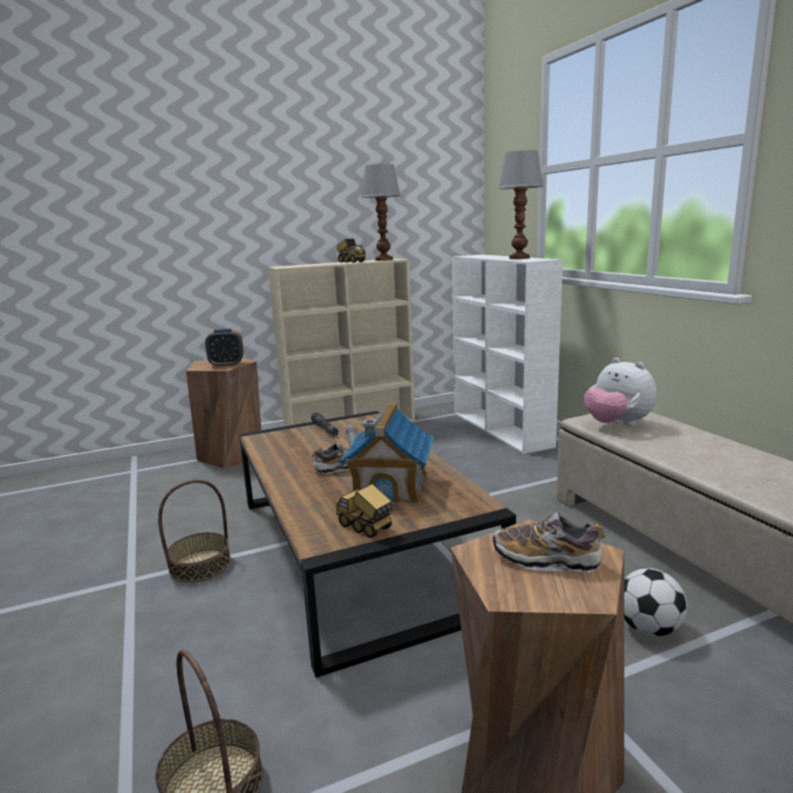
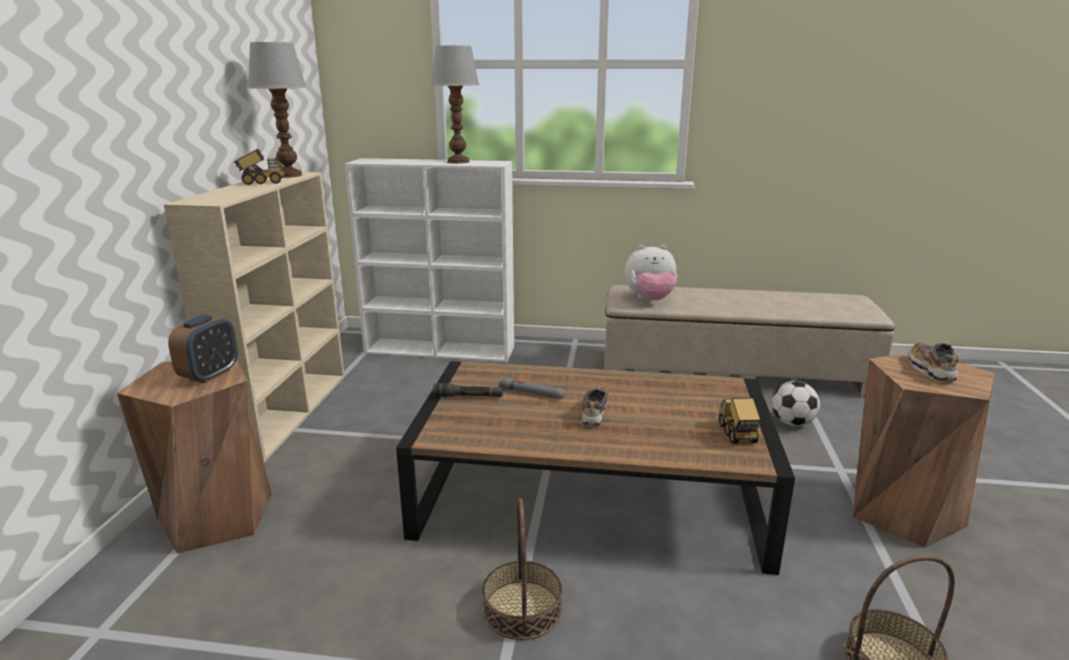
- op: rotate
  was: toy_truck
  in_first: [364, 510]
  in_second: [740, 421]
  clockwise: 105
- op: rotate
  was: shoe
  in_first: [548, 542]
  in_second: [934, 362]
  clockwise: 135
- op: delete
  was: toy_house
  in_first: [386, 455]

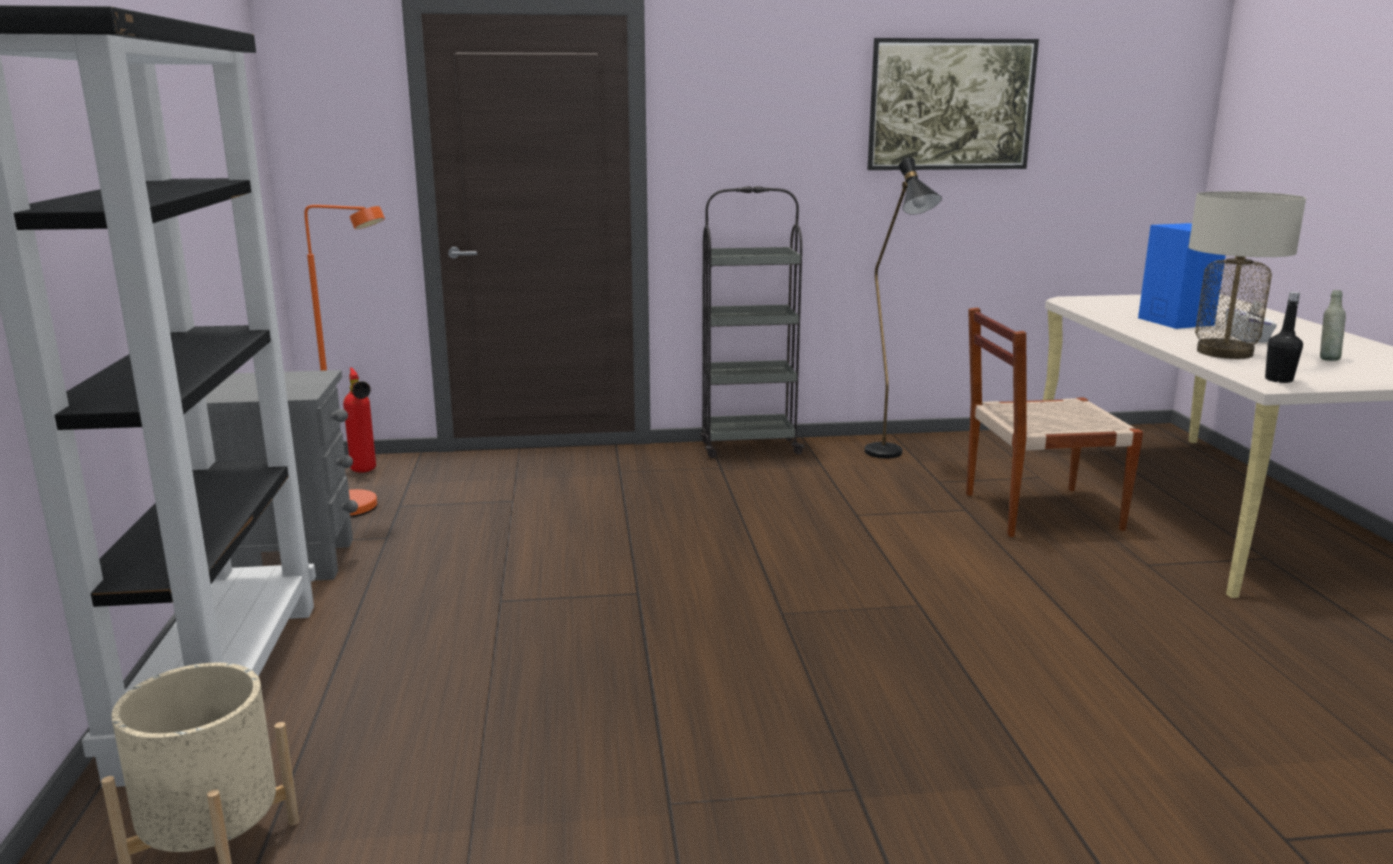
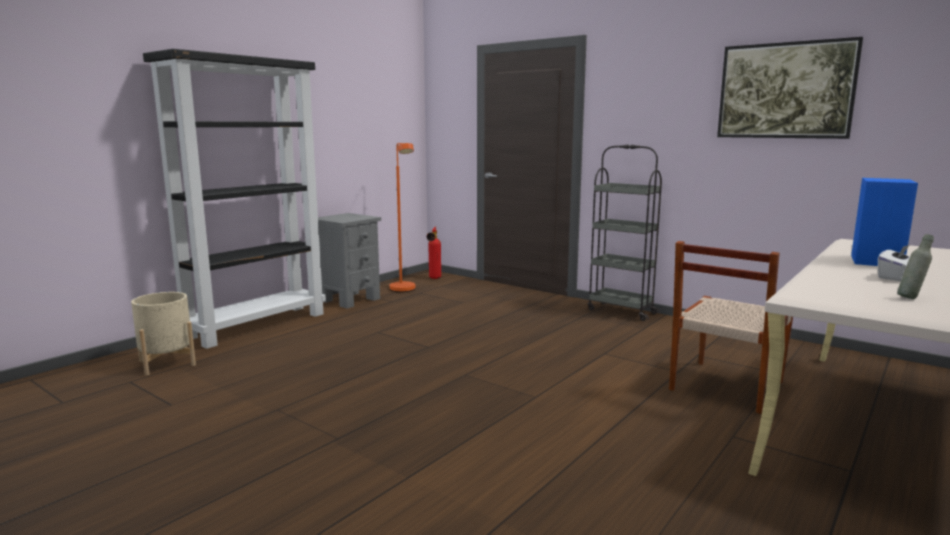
- op: rotate
  was: chair
  in_first: [1054, 422]
  in_second: [731, 327]
  clockwise: -90
- op: delete
  was: black_floor_lamp
  in_first: [903, 308]
- op: delete
  was: table_lamp
  in_first: [1247, 275]
- op: delete
  was: black_bottle
  in_first: [1284, 337]

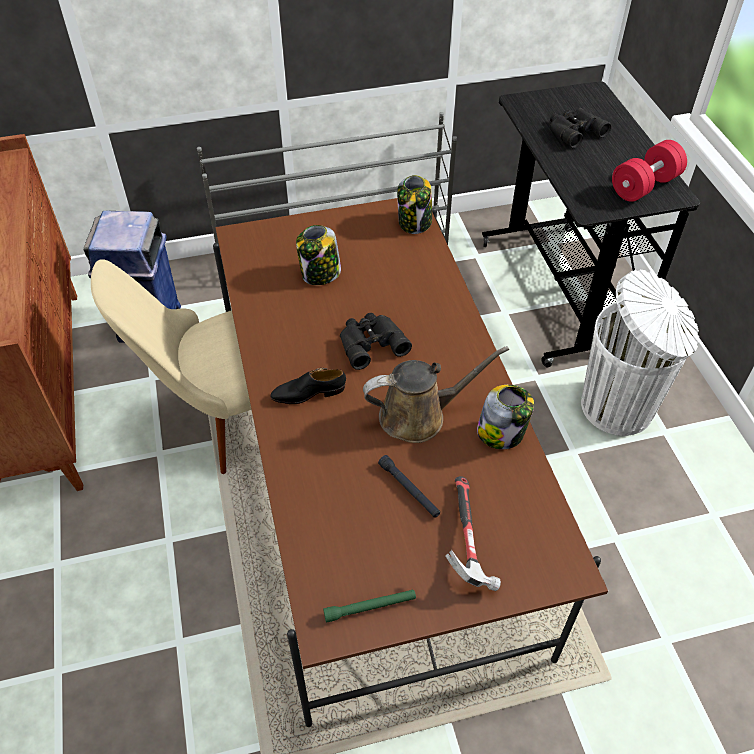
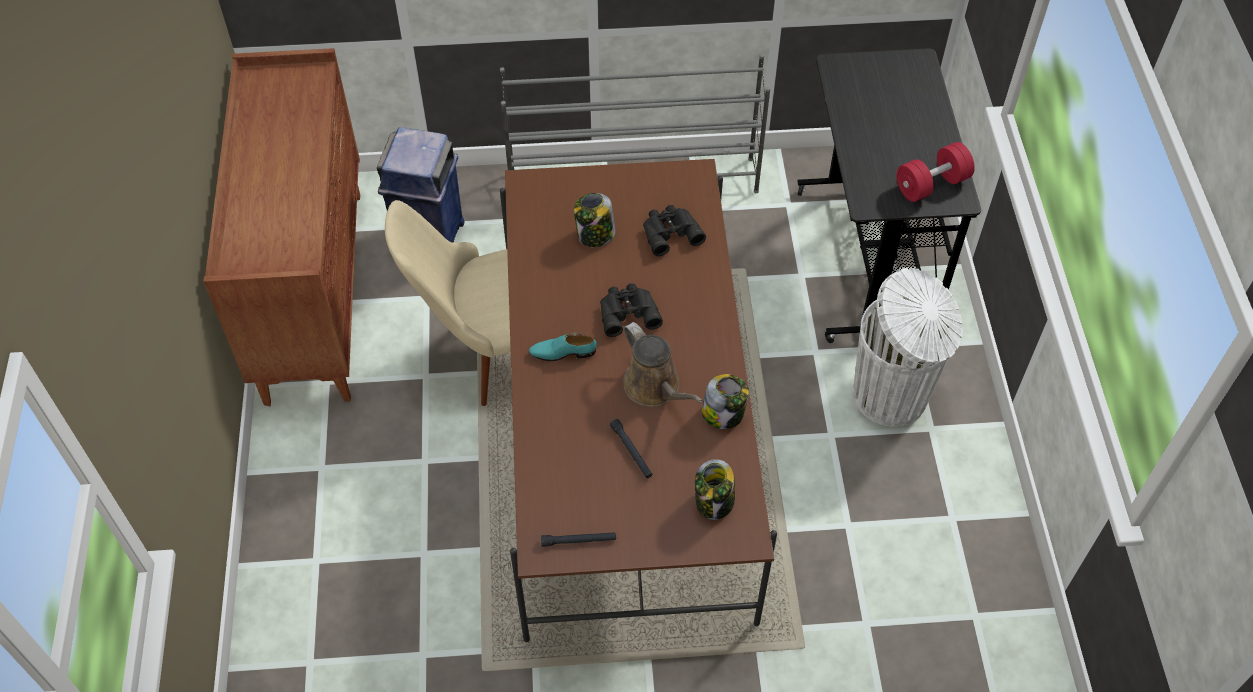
- op: recolor
  was: black_shoe
  now: turquoise_shoe
  in_first: [308, 386]
  in_second: [563, 347]
- op: recolor
  was: green_flashlight
  now: black_flashlight
  in_first: [369, 606]
  in_second: [578, 539]
- op: rotate
  was: brown_watering_can
  in_first: [436, 394]
  in_second: [662, 364]
  clockwise: 60
- op: move
  was: black_binoculars
  in_first: [580, 128]
  in_second: [674, 230]
- op: move
  was: jar
  in_first: [414, 204]
  in_second: [715, 489]
- op: delete
  was: hammer
  in_first: [473, 533]

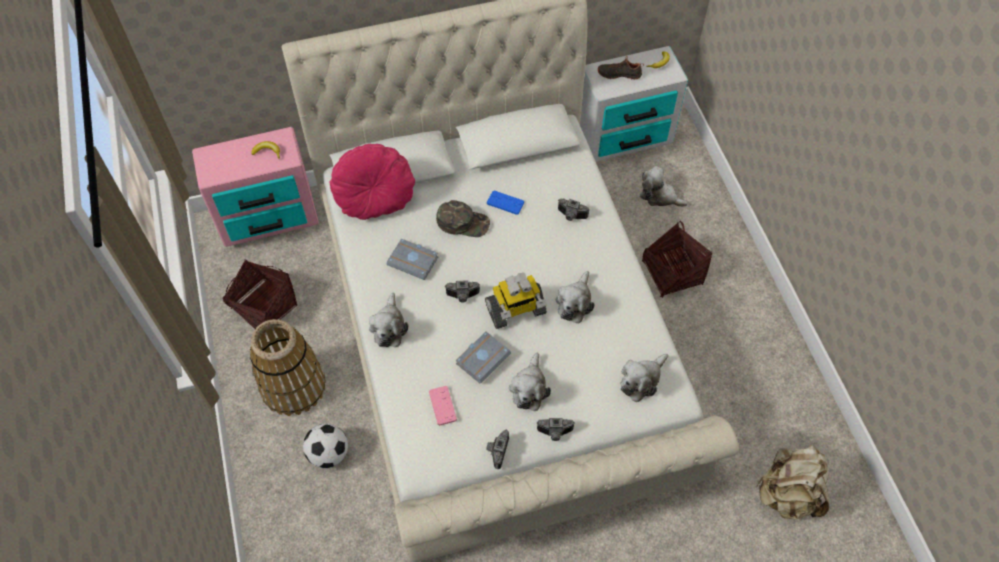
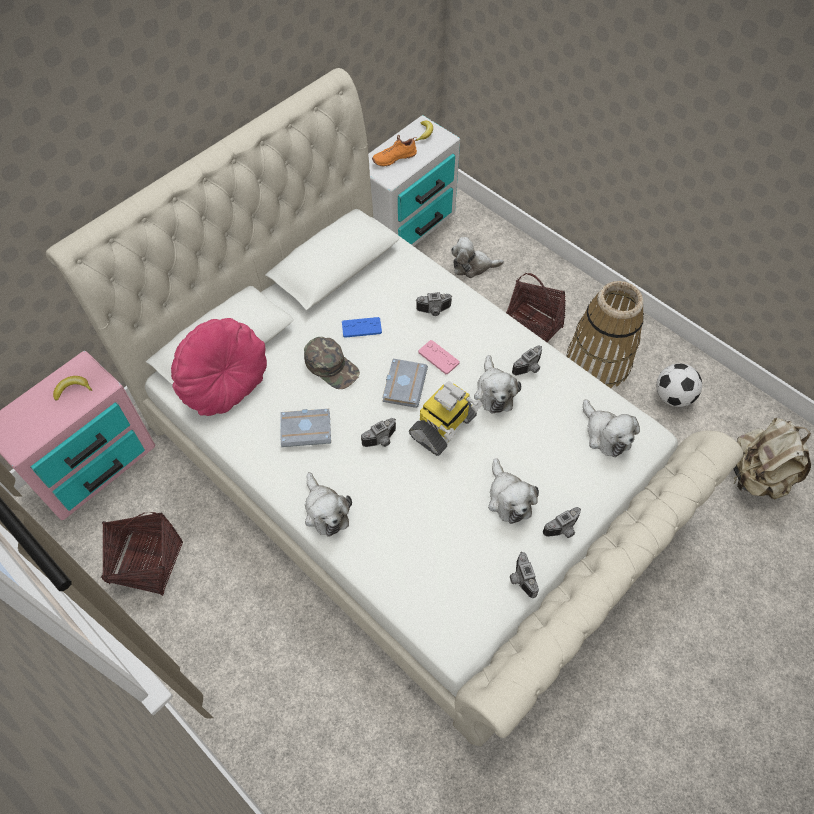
- op: rotate
  was: green_cap
  in_first: [463, 218]
  in_second: [332, 363]
  clockwise: 60
- op: recolor
  was: black_shoe
  now: orange_shoe
  in_first: [621, 68]
  in_second: [394, 151]
- op: move
  was: grey_book
  in_first: [483, 357]
  in_second: [405, 383]
- op: move
  was: pink_game_controller
  in_first: [443, 406]
  in_second: [439, 357]
- op: insert
  now: photo_camera
  in_second: [527, 360]
- op: move
  was: basket
  in_first: [288, 367]
  in_second: [605, 334]
- op: rotate
  was: plush_toy
  in_first: [644, 378]
  in_second: [611, 428]
  clockwise: -45
- op: move
  was: football
  in_first: [325, 445]
  in_second: [679, 385]

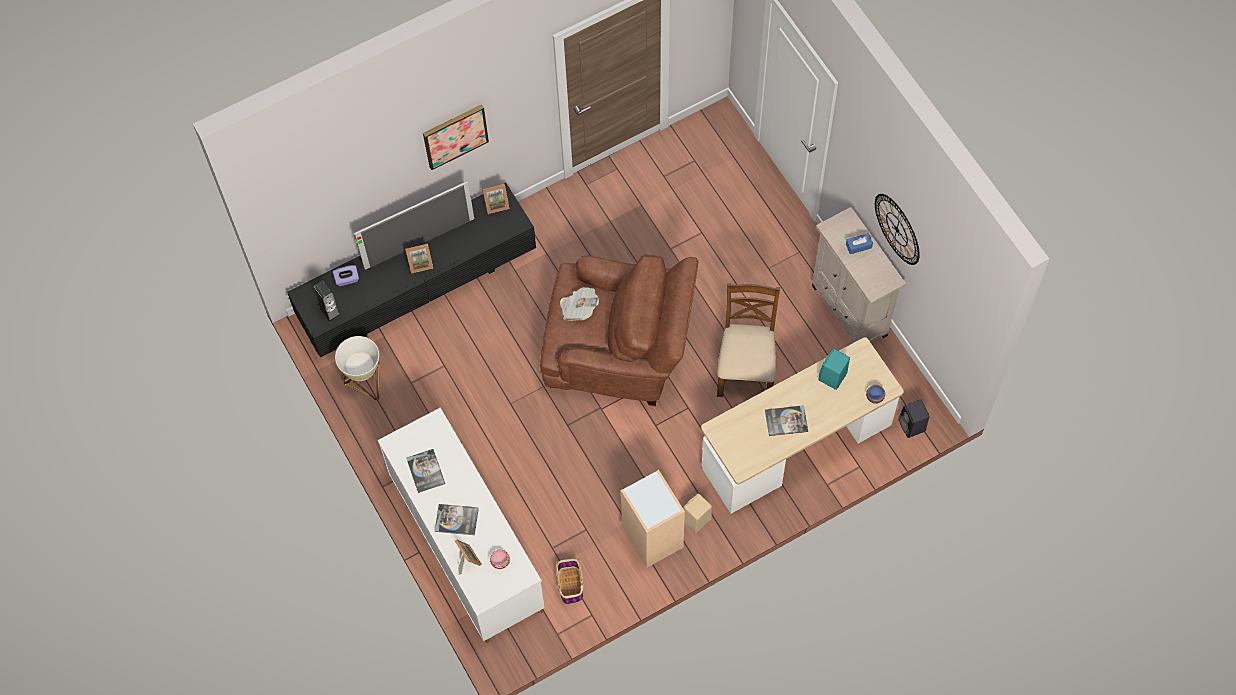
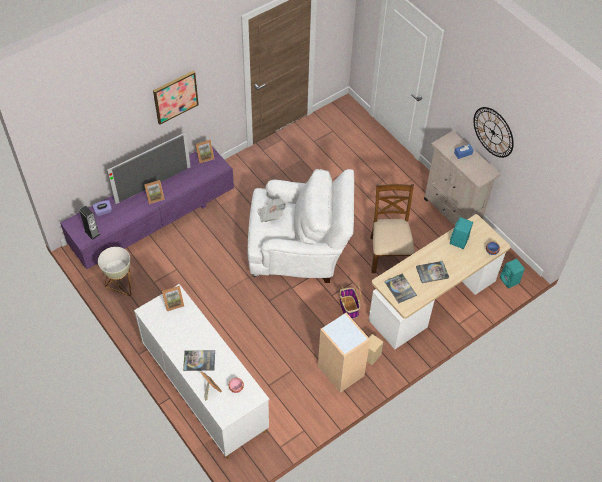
- op: recolor
  was: black_tv_stand
  now: purple_tv_stand
  in_first: [411, 270]
  in_second: [147, 207]
- op: insert
  now: picture_frame
  in_second: [173, 298]
- op: recolor
  was: brown_armchair
  now: white_armchair
  in_first: [619, 330]
  in_second: [301, 226]
- op: move
  was: basket
  in_first: [569, 581]
  in_second: [350, 301]
- op: move
  was: book
  in_first: [425, 471]
  in_second: [400, 288]
- op: recolor
  was: black_speaker
  now: turquoise_speaker
  in_first: [914, 418]
  in_second: [512, 273]

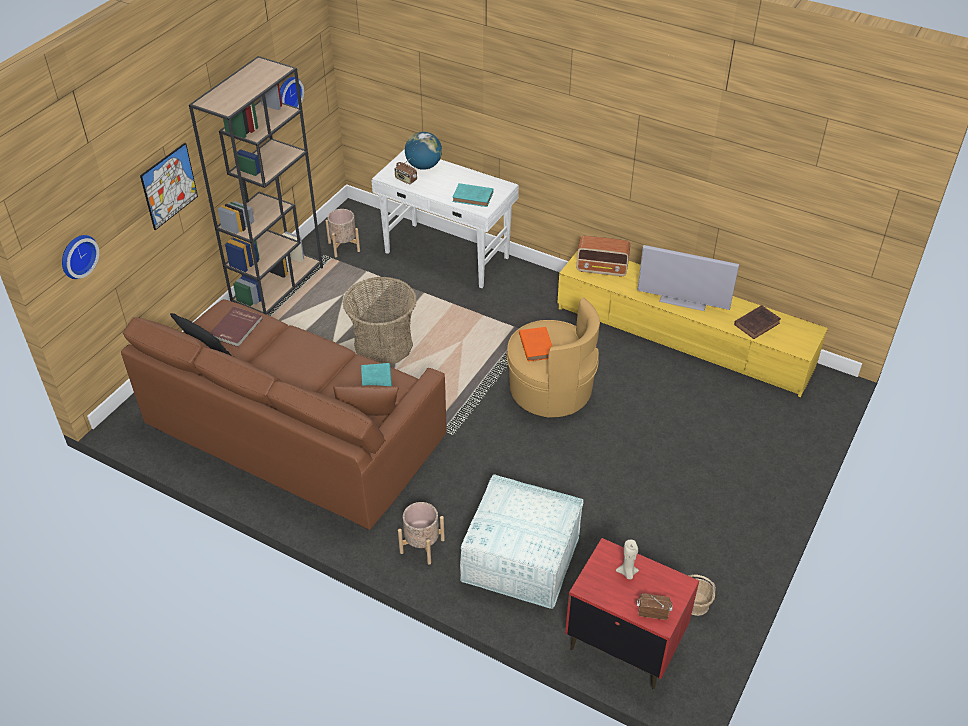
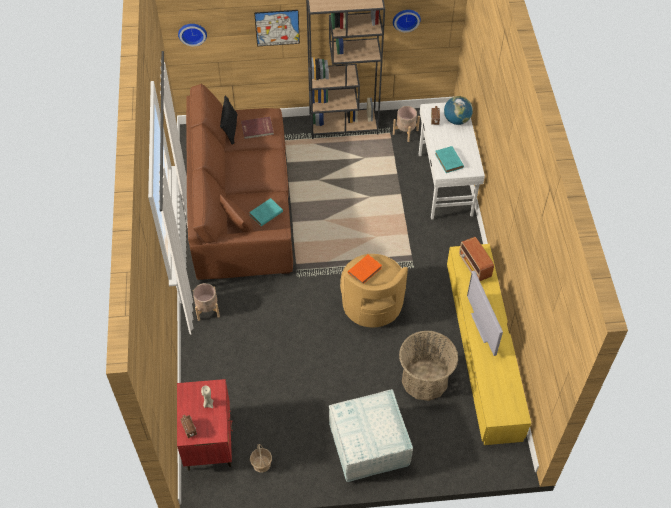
- op: move
  was: white_ottoman
  in_first: [521, 541]
  in_second: [371, 435]
- op: move
  was: basket
  in_first: [380, 320]
  in_second: [428, 365]
- op: delete
  was: brown_book
  in_first: [757, 322]

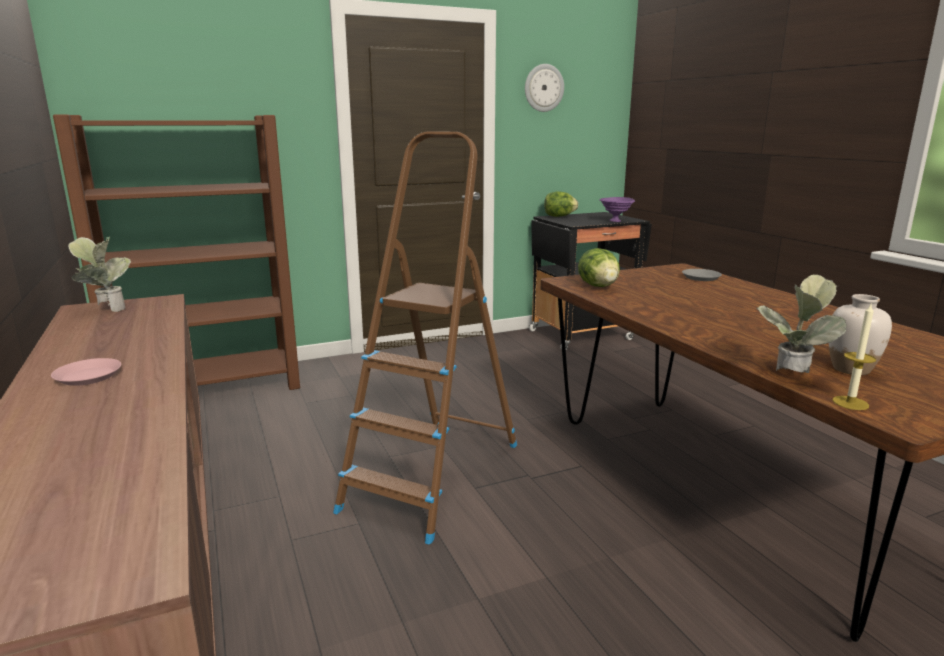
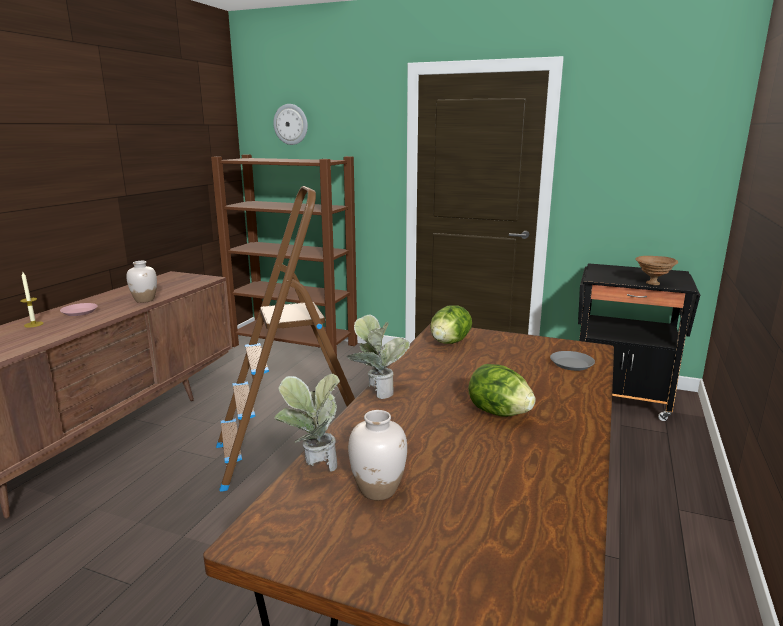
- op: move
  was: candle
  in_first: [854, 357]
  in_second: [32, 300]
- op: insert
  now: white_vase
  in_second: [141, 282]
- op: move
  was: wall_clock
  in_first: [544, 88]
  in_second: [290, 124]
- op: move
  was: potted_plant
  in_first: [99, 274]
  in_second: [378, 356]
- op: move
  was: lettuce
  in_first: [561, 204]
  in_second: [502, 390]
- op: recolor
  was: purple_bowl
  now: brown_bowl
  in_first: [617, 209]
  in_second: [656, 270]

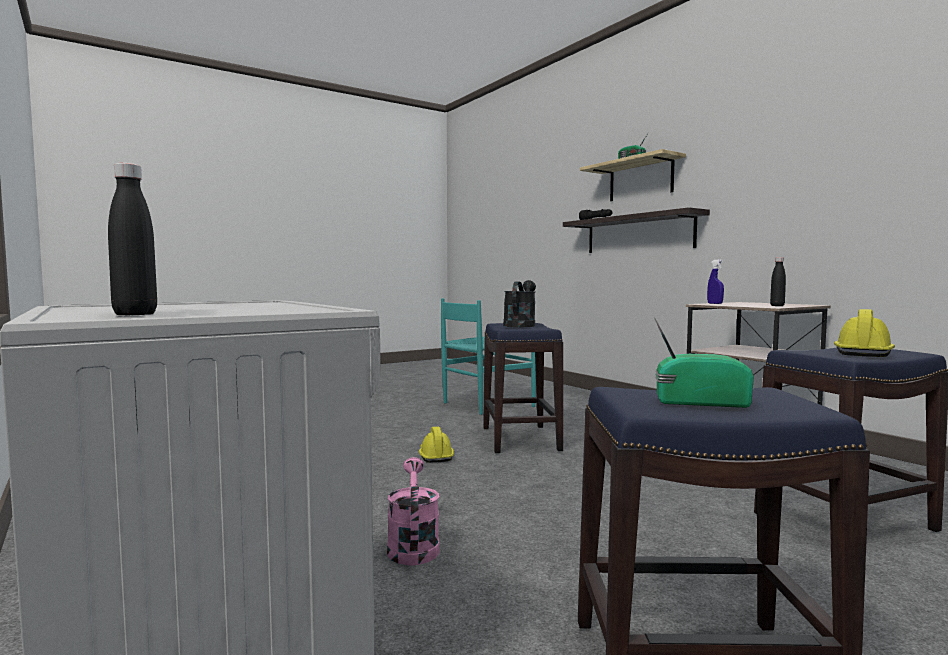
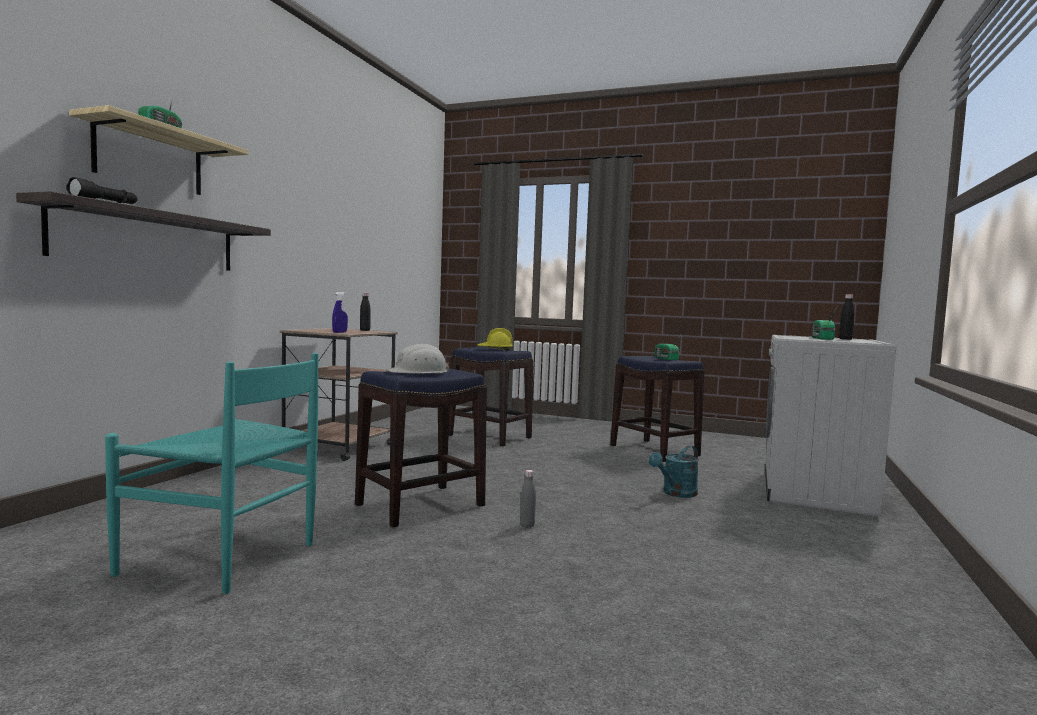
- op: replace
  was: black_watering_can
  now: white_hard_hat
  in_first: [519, 303]
  in_second: [417, 359]
- op: replace
  was: yellow_hard_hat
  now: grey_bottle
  in_first: [436, 445]
  in_second: [528, 499]
- op: recolor
  was: pink_watering_can
  now: turquoise_watering_can
  in_first: [413, 511]
  in_second: [674, 471]
- op: insert
  now: radio
  in_second: [824, 323]

